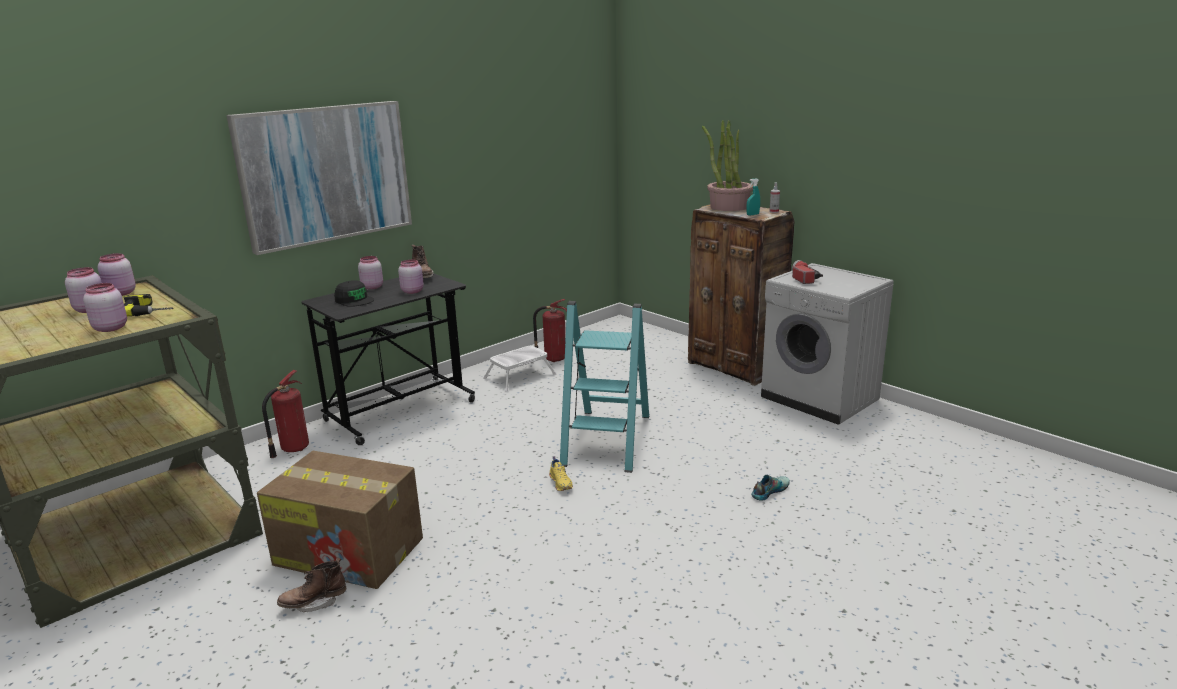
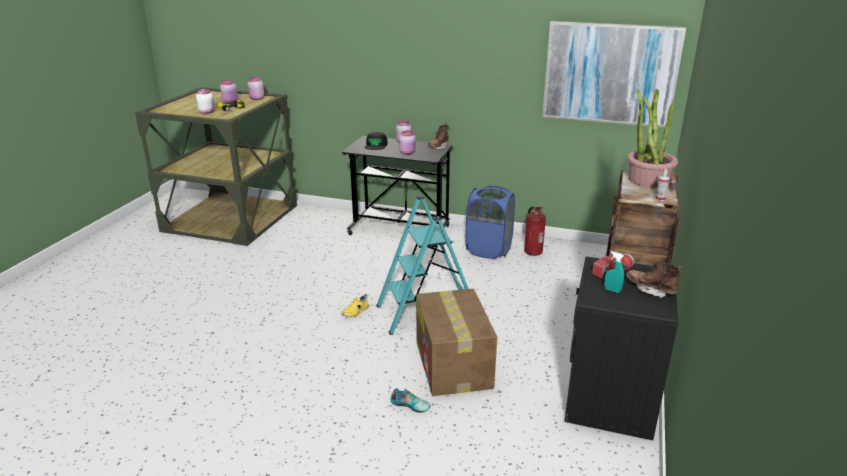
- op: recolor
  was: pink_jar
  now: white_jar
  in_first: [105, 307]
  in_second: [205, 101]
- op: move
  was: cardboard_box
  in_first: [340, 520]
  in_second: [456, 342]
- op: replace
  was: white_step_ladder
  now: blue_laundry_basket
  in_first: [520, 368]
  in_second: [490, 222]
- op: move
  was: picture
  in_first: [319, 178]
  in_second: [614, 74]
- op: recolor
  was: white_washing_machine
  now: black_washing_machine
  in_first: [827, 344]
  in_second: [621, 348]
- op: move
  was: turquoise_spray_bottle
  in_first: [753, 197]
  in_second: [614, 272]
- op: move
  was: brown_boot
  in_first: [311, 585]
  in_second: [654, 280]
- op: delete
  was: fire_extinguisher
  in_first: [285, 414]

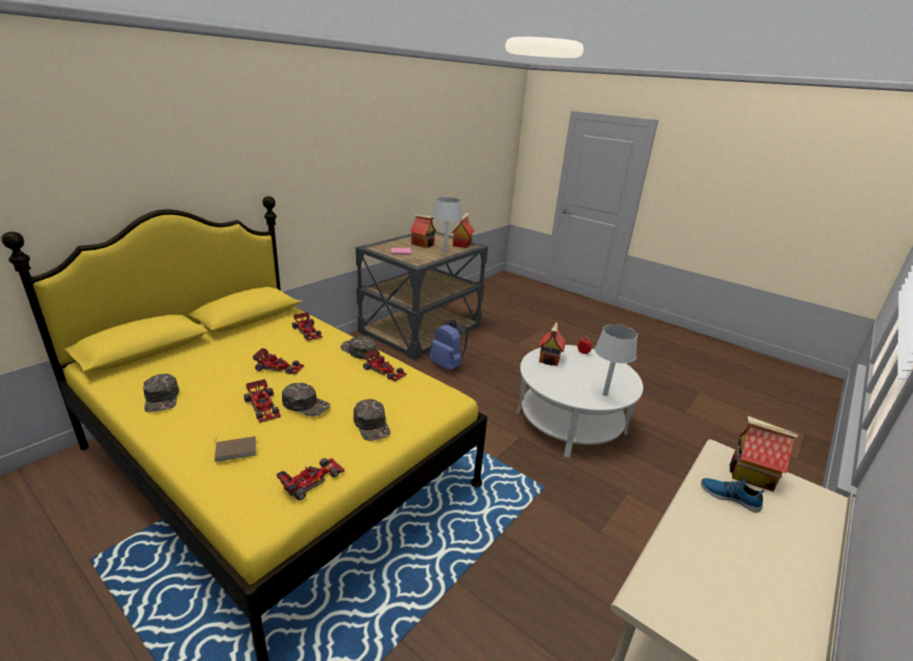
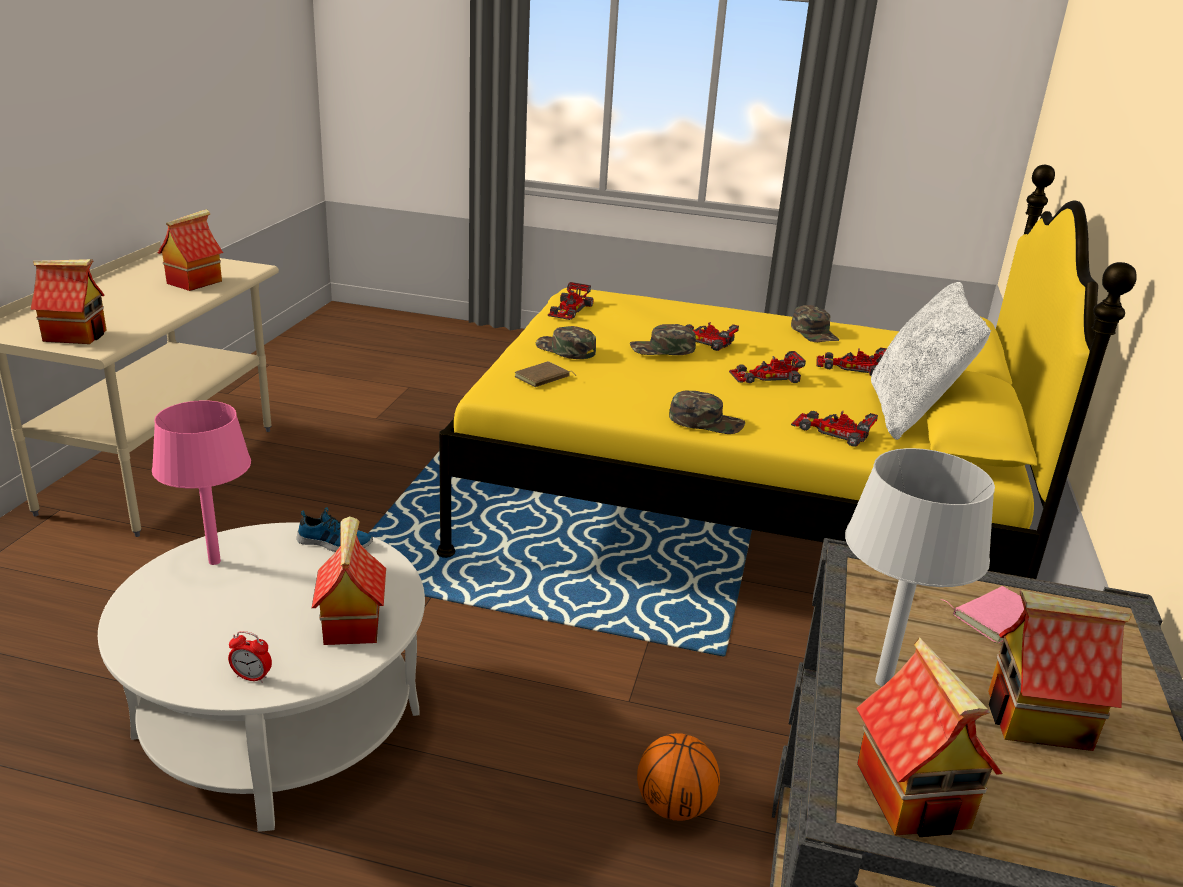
- op: recolor
  was: grey_table_lamp
  now: pink_table_lamp
  in_first: [616, 360]
  in_second: [201, 482]
- op: insert
  now: toy_house
  in_second: [190, 250]
- op: move
  was: shoe
  in_first: [732, 495]
  in_second: [335, 529]
- op: move
  was: brown_book
  in_first: [235, 449]
  in_second: [545, 374]
- op: replace
  was: blue_backpack
  now: basketball
  in_first: [448, 345]
  in_second: [678, 777]
- op: rotate
  was: green_cap
  in_first: [161, 393]
  in_second: [815, 323]
  clockwise: -150
- op: move
  was: toy_car
  in_first: [385, 365]
  in_second: [851, 362]
- op: insert
  now: white_pillow
  in_second: [931, 361]

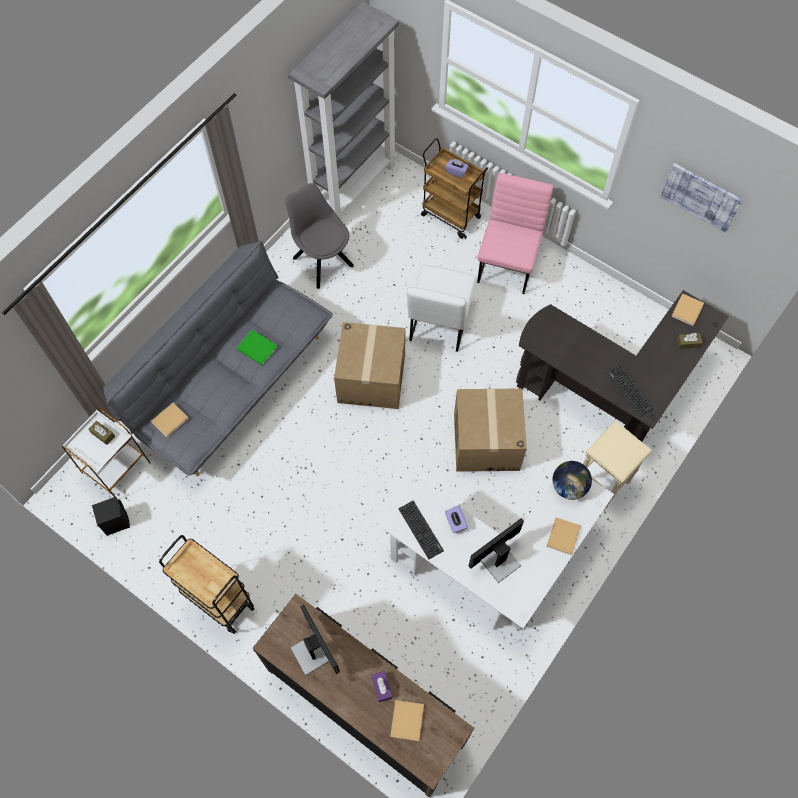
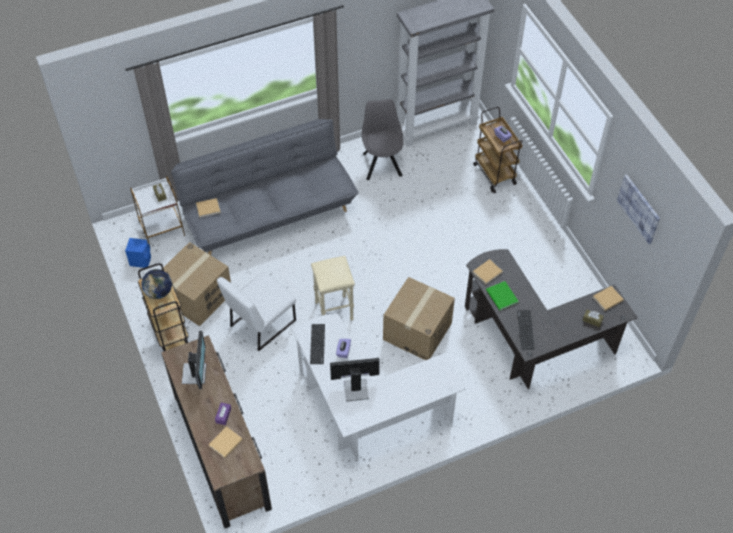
- op: recolor
  was: black_speaker
  now: blue_speaker
  in_first: [111, 516]
  in_second: [138, 253]
- op: move
  was: globe
  in_first: [572, 480]
  in_second: [156, 284]
- op: move
  was: cardboard_box
  in_first: [370, 365]
  in_second: [196, 284]
- op: move
  was: white_chair
  in_first: [442, 308]
  in_second: [256, 311]
- op: move
  was: beige_stool
  in_first: [617, 465]
  in_second: [333, 288]
- op: move
  was: beige_book
  in_first: [564, 536]
  in_second: [488, 272]
- op: move
  was: green_book
  in_first: [257, 347]
  in_second: [502, 295]
- op: delete
  was: pink_chair
  in_first: [515, 233]

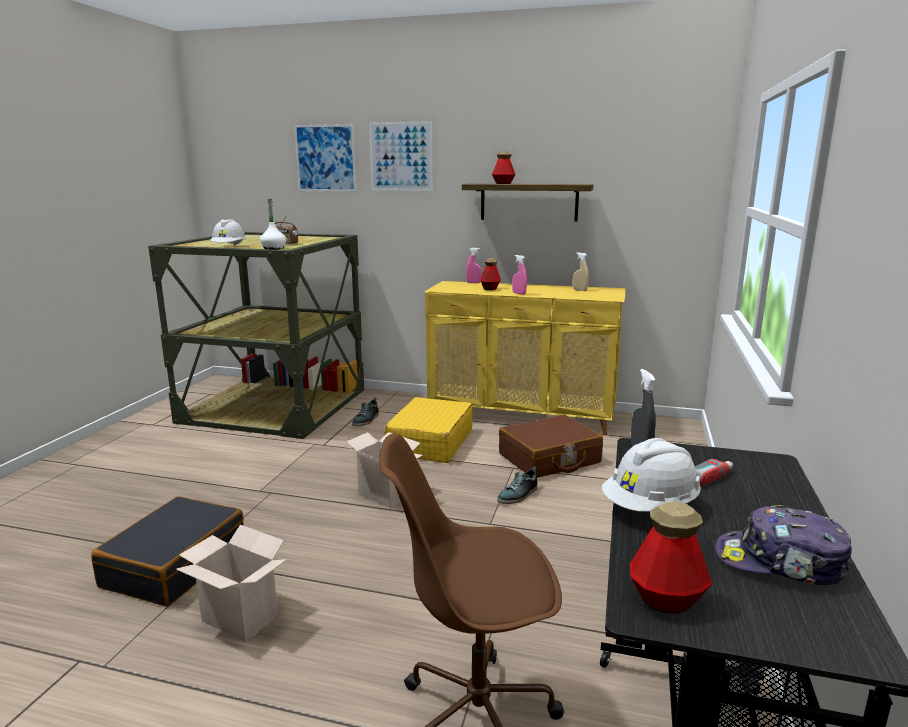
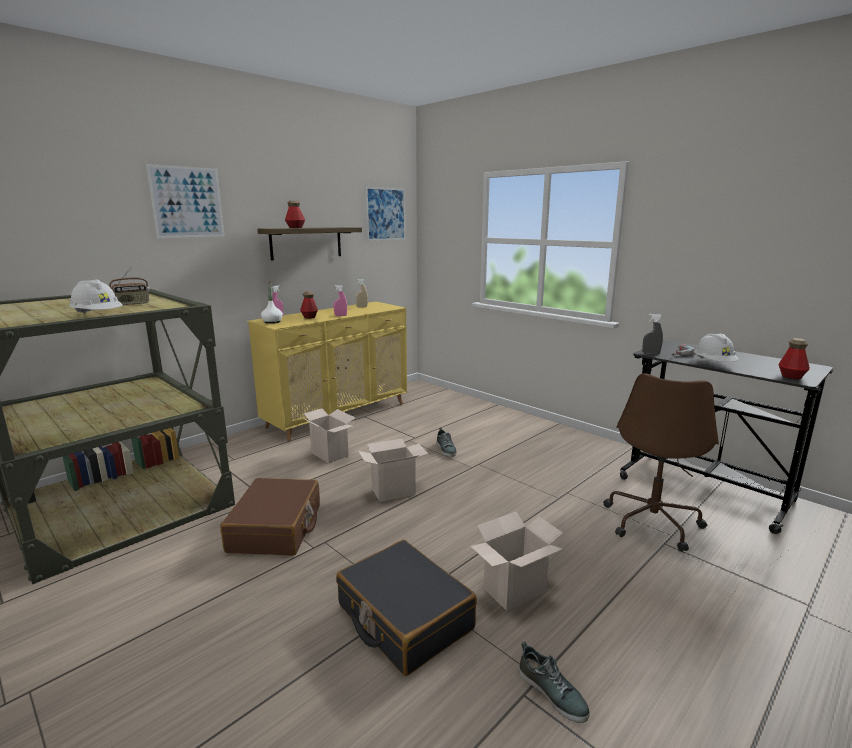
- op: move
  was: brown_suitcase
  in_first: [551, 446]
  in_second: [270, 517]
- op: move
  was: white_bottle
  in_first: [273, 224]
  in_second: [272, 303]
- op: replace
  was: yellow_suitcase
  now: cardboard_box
  in_first: [428, 430]
  in_second: [328, 436]
- op: move
  was: picture
  in_first: [325, 158]
  in_second: [385, 214]
- op: move
  was: shoe
  in_first: [365, 412]
  in_second: [554, 682]
- op: delete
  was: cap
  in_first: [783, 545]

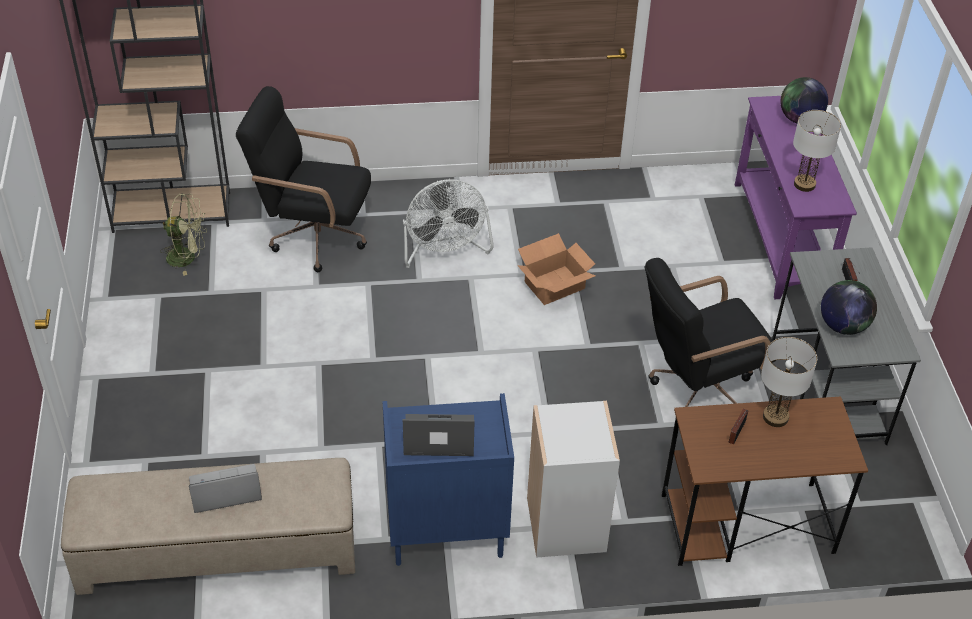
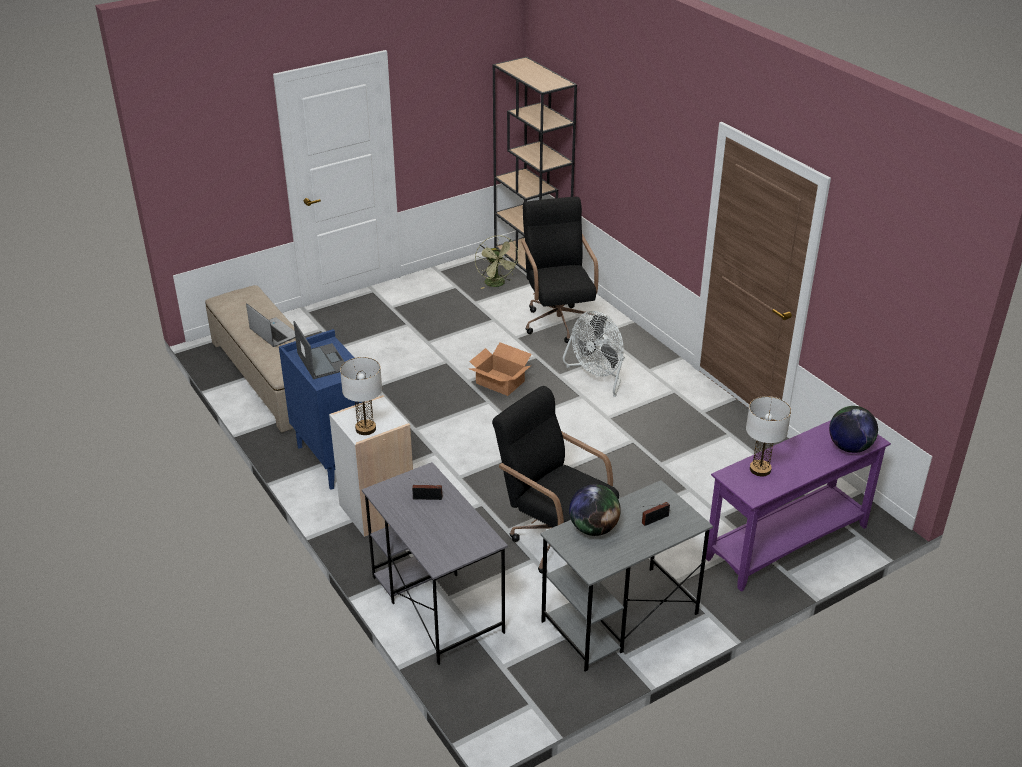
- op: move
  was: table_lamp
  in_first: [789, 382]
  in_second: [361, 396]
- op: recolor
  was: brown_desk
  now: grey_desk
  in_first: [764, 481]
  in_second: [435, 563]
- op: move
  was: cardboard_box
  in_first: [556, 269]
  in_second: [500, 369]

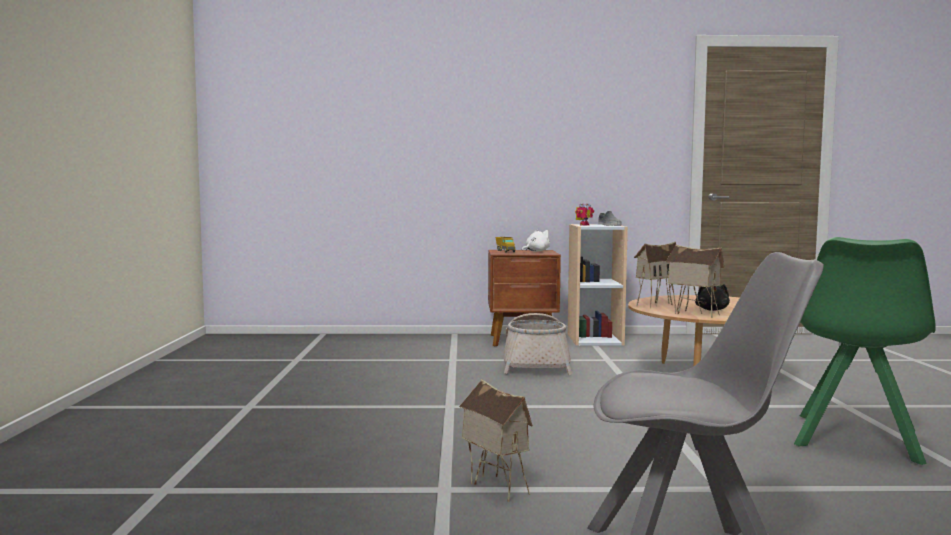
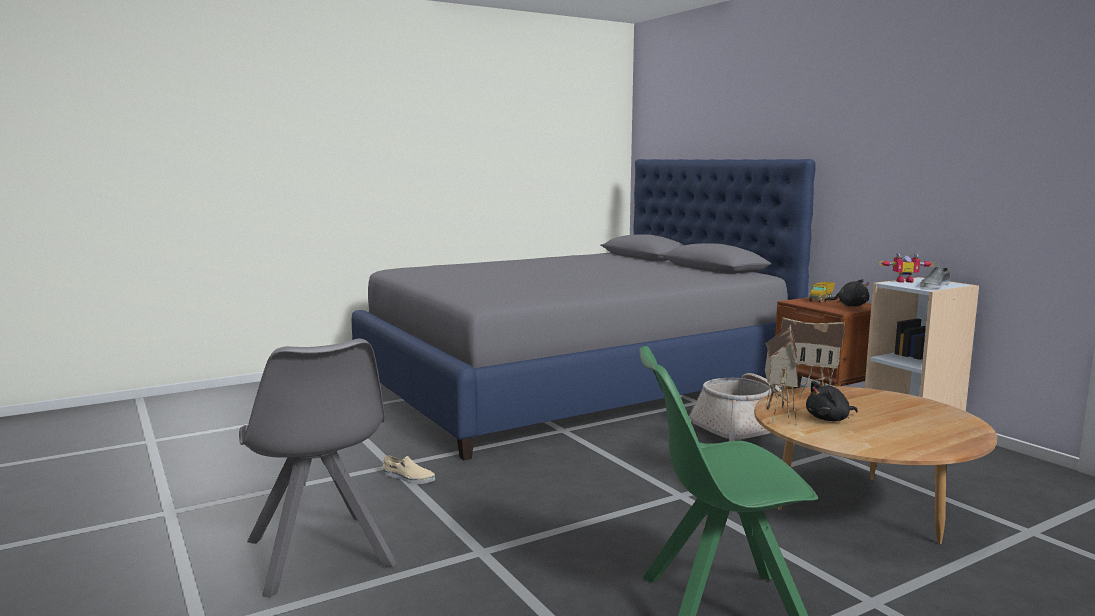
- op: insert
  now: grey_bed
  in_second: [584, 309]
- op: replace
  was: toy_house
  now: beige_shoe
  in_first: [496, 440]
  in_second: [409, 470]
- op: recolor
  was: white_plush_toy
  now: black_plush_toy
  in_first: [536, 241]
  in_second: [846, 292]

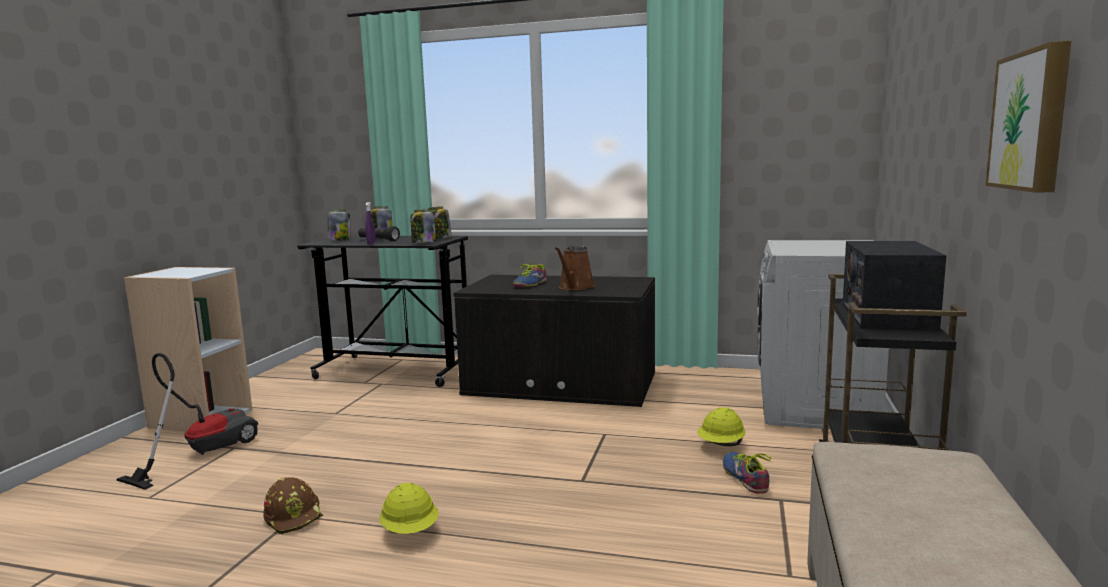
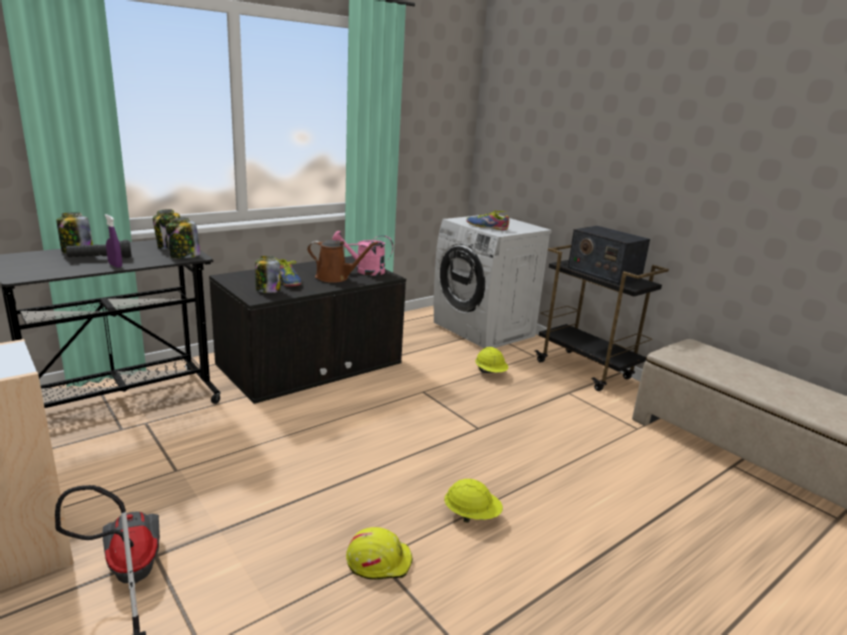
- op: move
  was: jar
  in_first: [339, 225]
  in_second: [267, 274]
- op: rotate
  was: brown_watering_can
  in_first: [575, 267]
  in_second: [342, 261]
  clockwise: -45
- op: insert
  now: pink_watering_can
  in_second: [362, 253]
- op: recolor
  was: brown_hard_hat
  now: yellow_hard_hat
  in_first: [293, 505]
  in_second: [379, 553]
- op: move
  was: shoe
  in_first: [747, 473]
  in_second: [487, 220]
- op: delete
  was: picture
  in_first: [1029, 116]

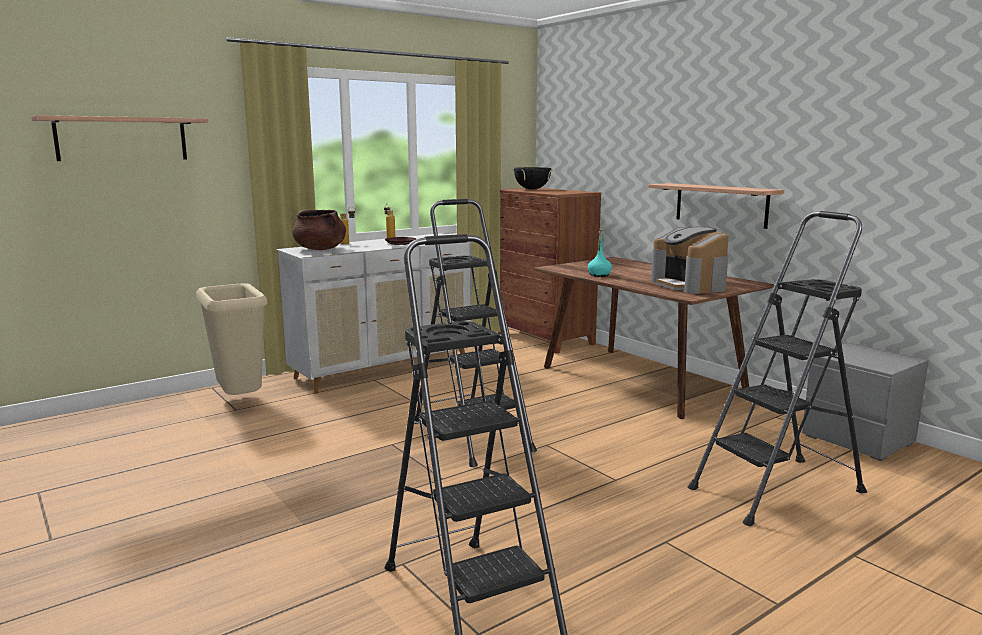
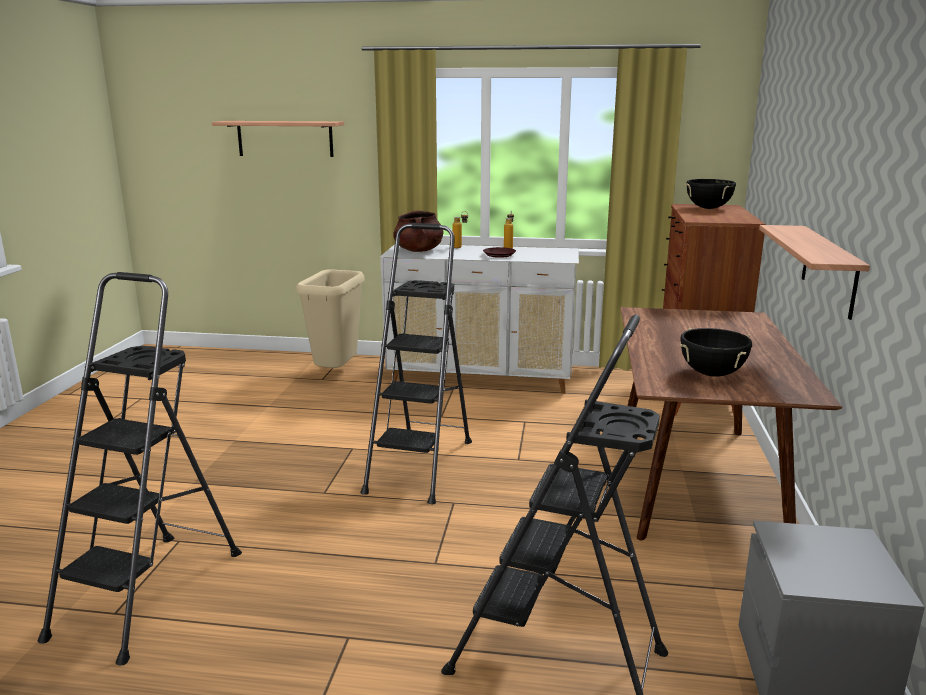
- op: replace
  was: coffee_machine
  now: black_cooking_pot
  in_first: [689, 260]
  in_second: [716, 352]
- op: delete
  was: turquoise_bottle
  in_first: [600, 253]

